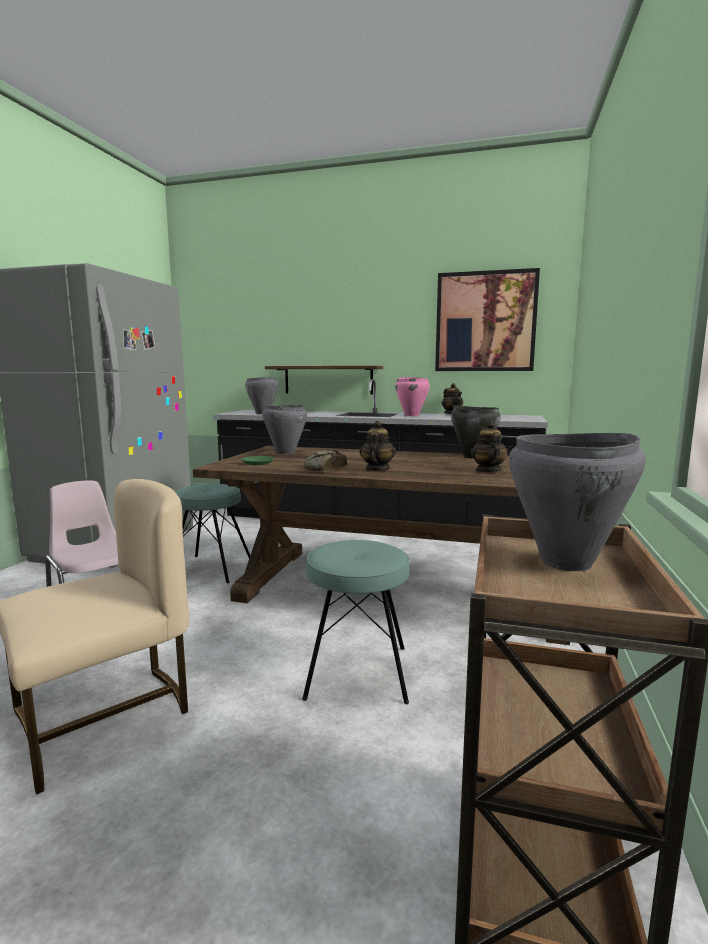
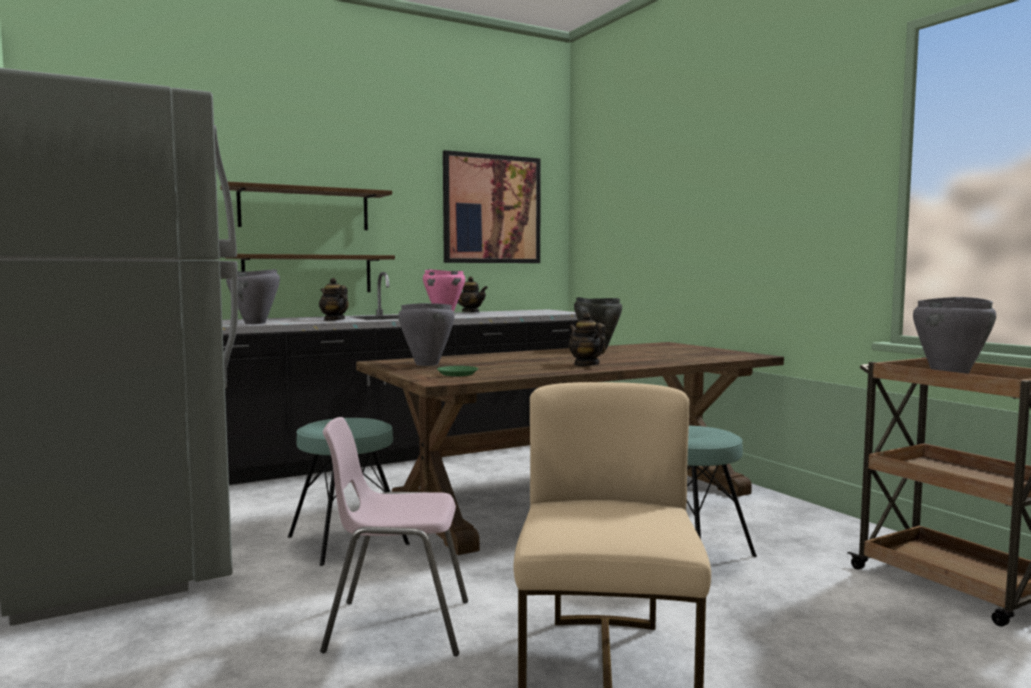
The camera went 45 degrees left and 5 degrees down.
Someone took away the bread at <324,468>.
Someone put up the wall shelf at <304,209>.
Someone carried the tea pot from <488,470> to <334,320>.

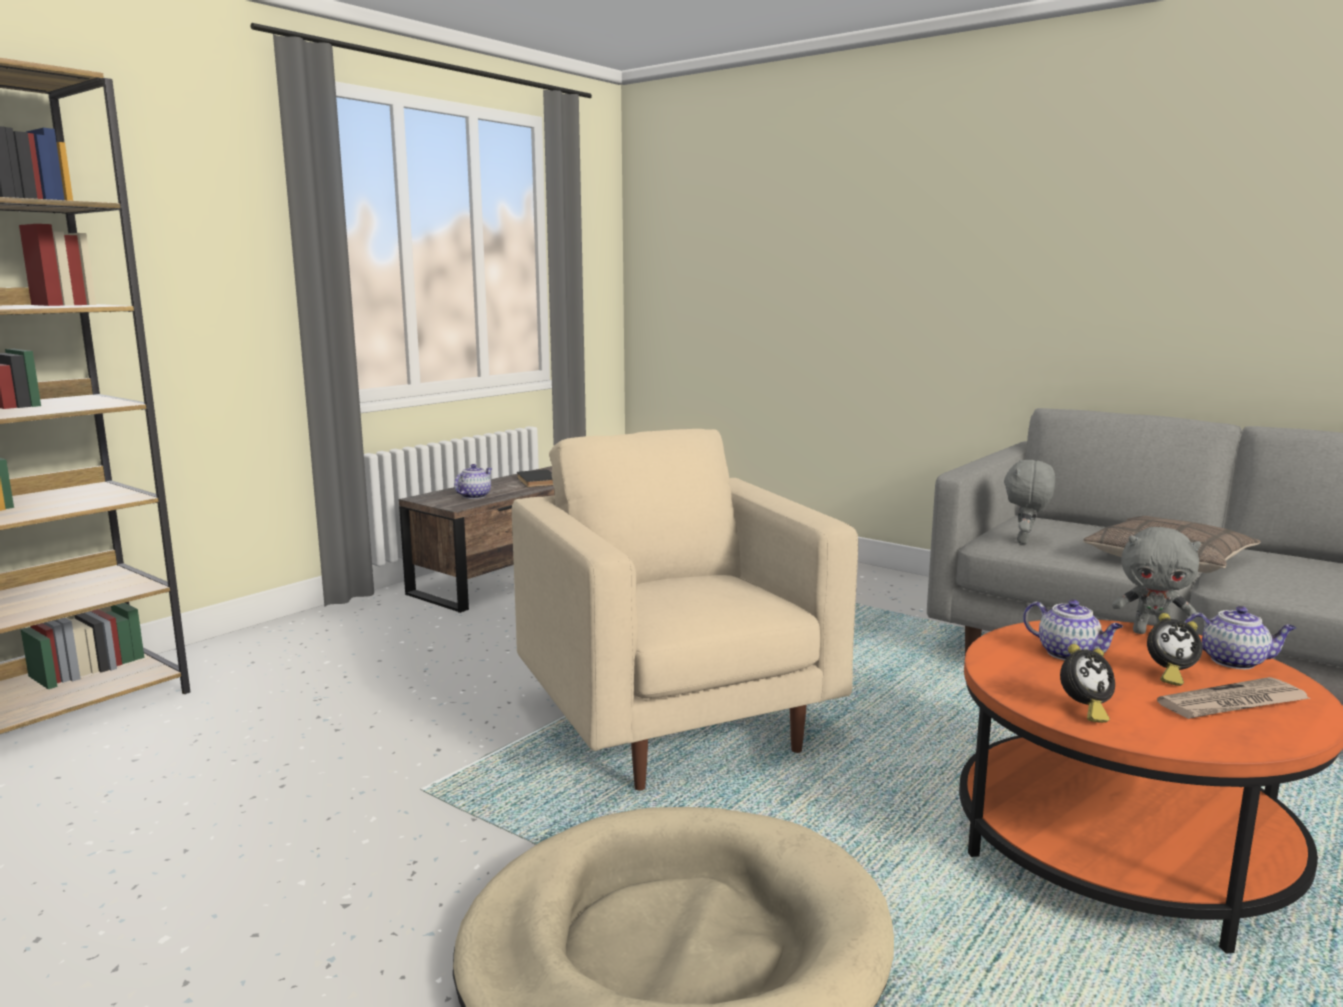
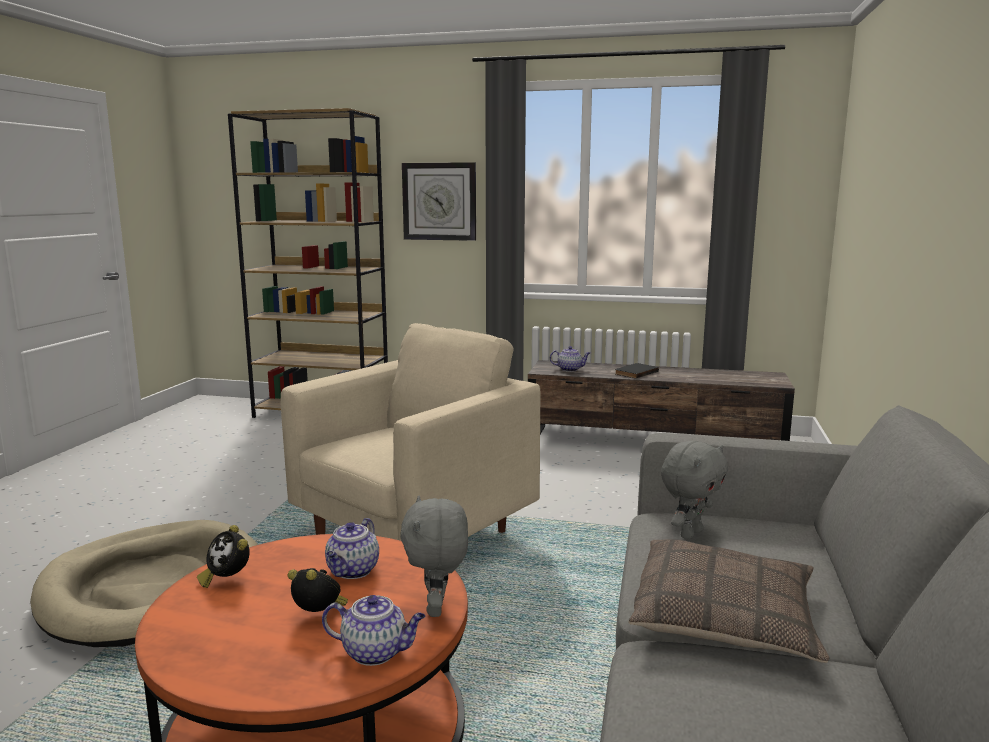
The camera went 65 degrees right and 0 degrees up.
Someone took away the daily paper at <1233,704>.
Someone put up the hanging clock at <439,201>.
Someone rotated the greyish cuddly toy at <1025,541> by 135 degrees clockwise.
Someone rotated the alarm clock at <1168,675> by 135 degrees clockwise.
Someone rotated the tea pot at <1234,661> by 75 degrees counterclockwise.

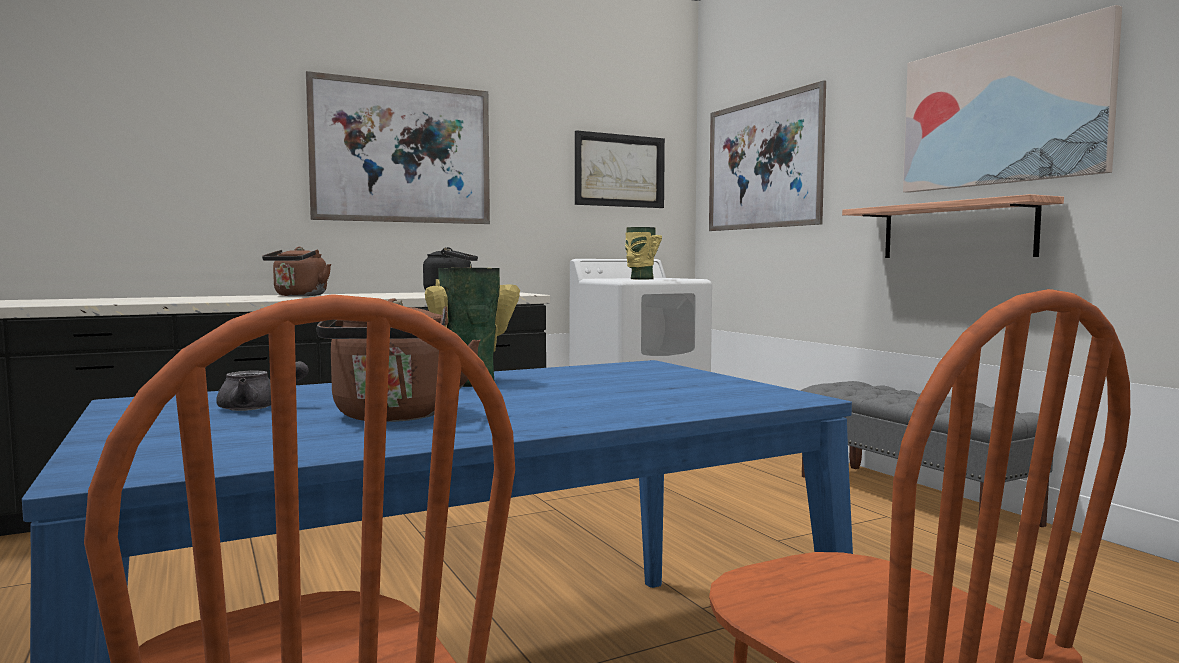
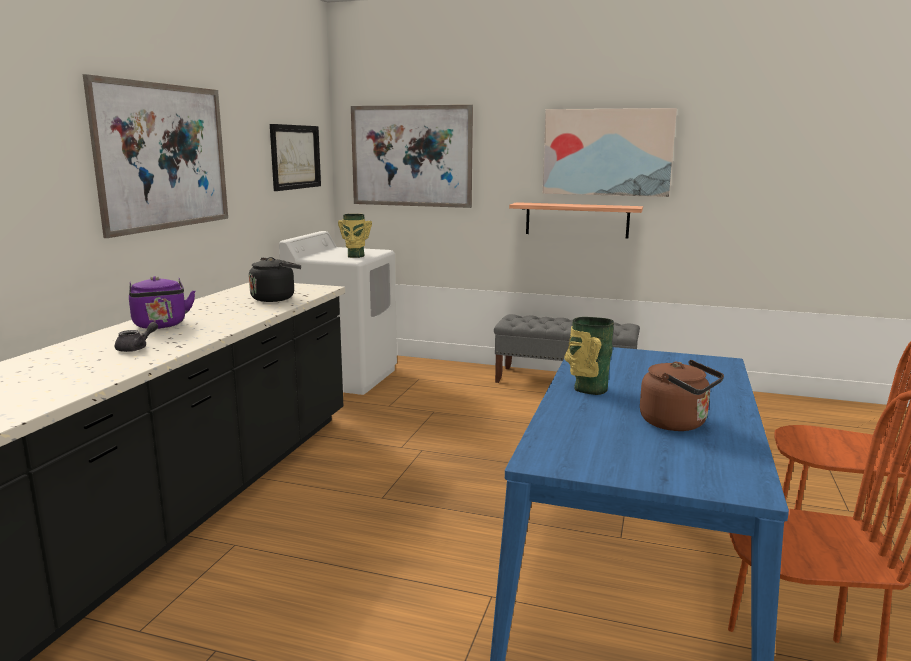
The camera went 45 degrees left and 10 degrees up.
Someone carried the greyish tea pot from <258,407> to <136,348>.
Someone repainted the brownish tea kettle at <299,296>, which became the purplish tea kettle at <161,325>.

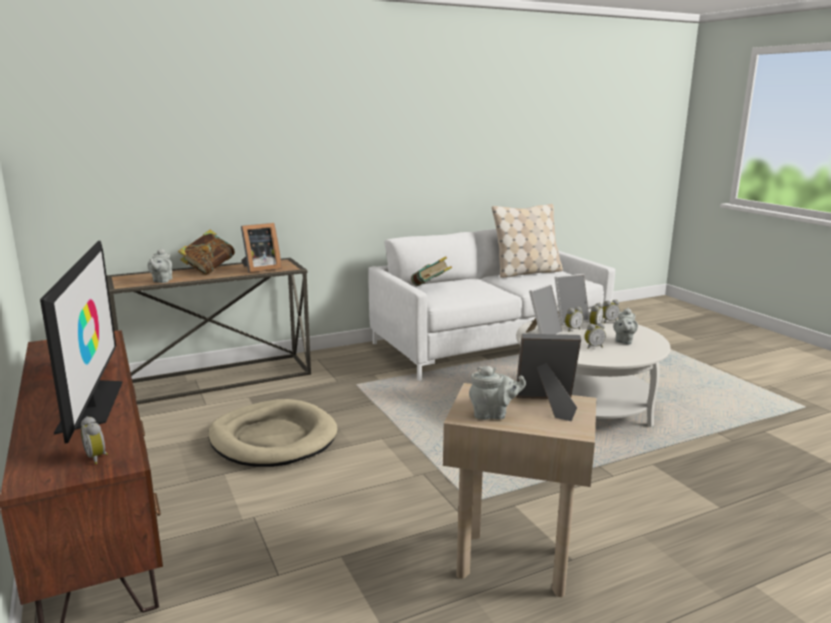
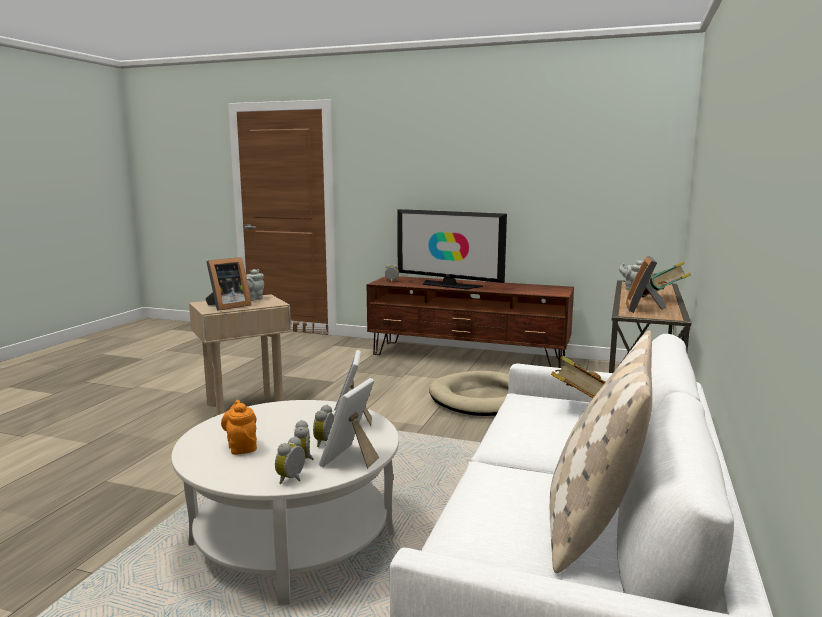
The camera went 135 degrees right and 5 degrees down.
Someone took away the alarm clock at <593,347>.
Someone repainted the greyish tea pot at <623,341>, which became the orange tea pot at <241,447>.

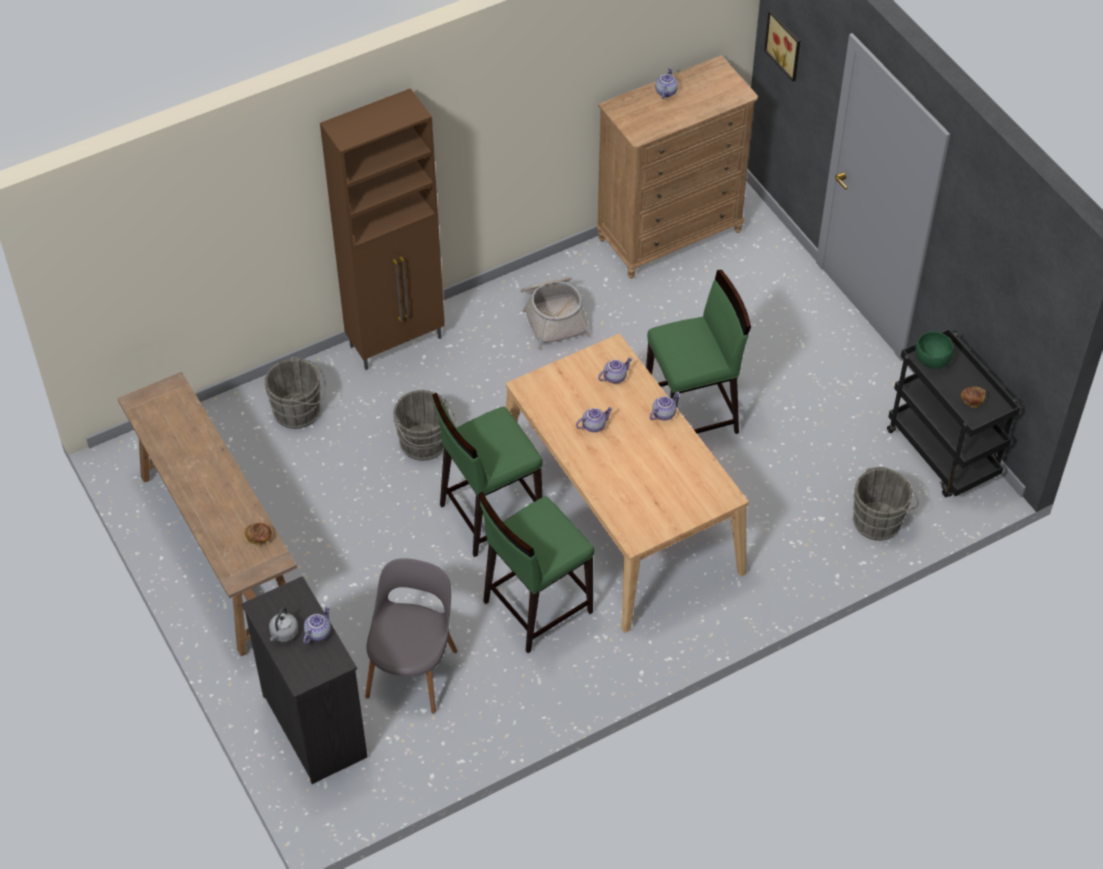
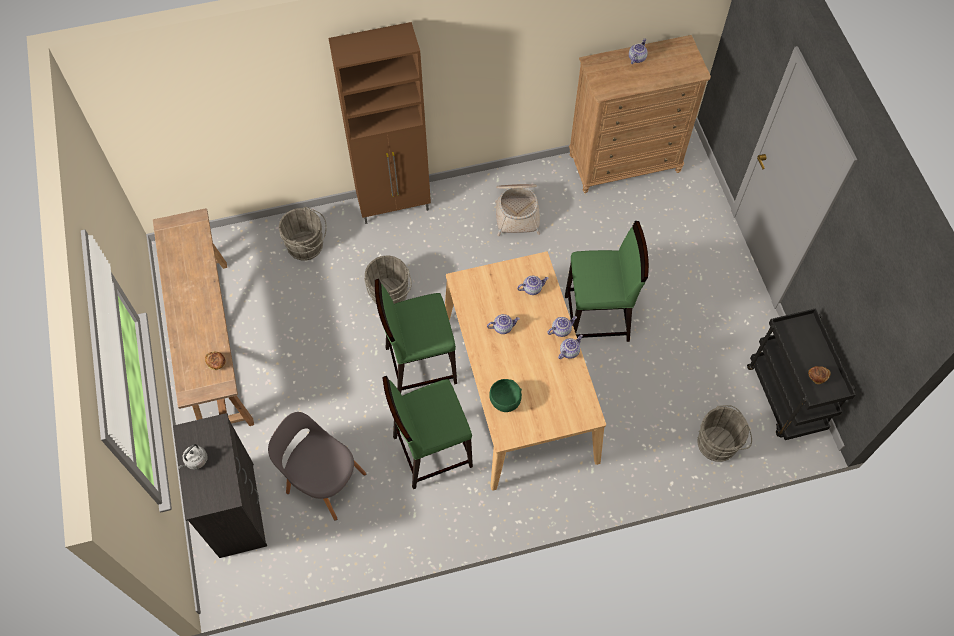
The camera went 15 degrees right and 10 degrees up.
Someone took away the wall art at <785,44>.
Someone carried the tea pot from <317,632> to <569,351>.
Someone carried the greenish serving bowl from <932,360> to <505,401>.
Someone rotated the greyish plain chair at <413,669> by 90 degrees counterclockwise.

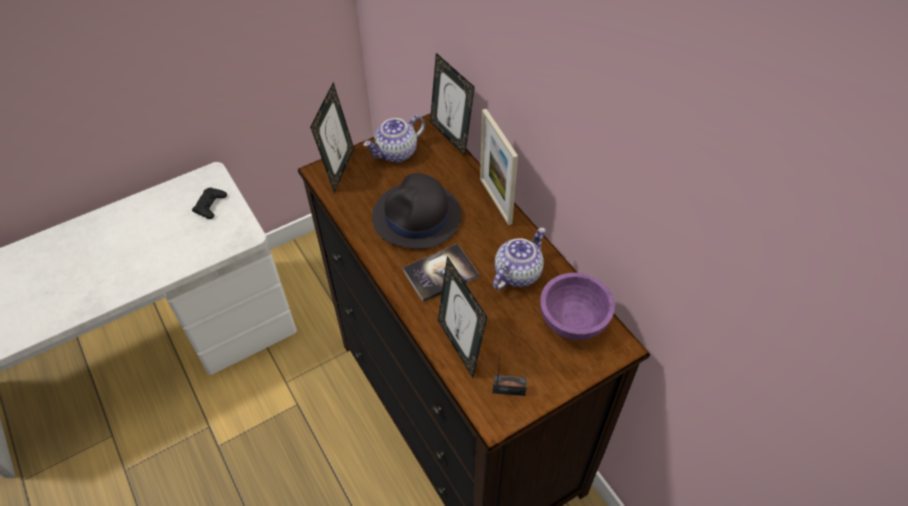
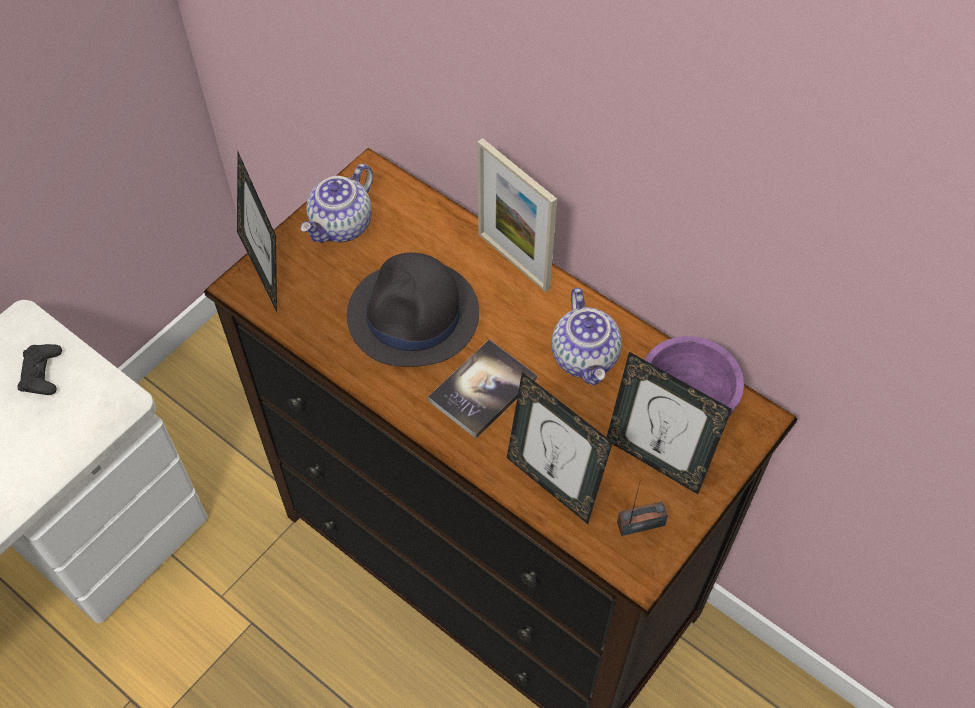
The camera went 20 degrees left and 5 degrees up.
Someone carried the standing frame from <451,136> to <655,460>.
Someone rotated the tea pot at <517,273> by 150 degrees clockwise.

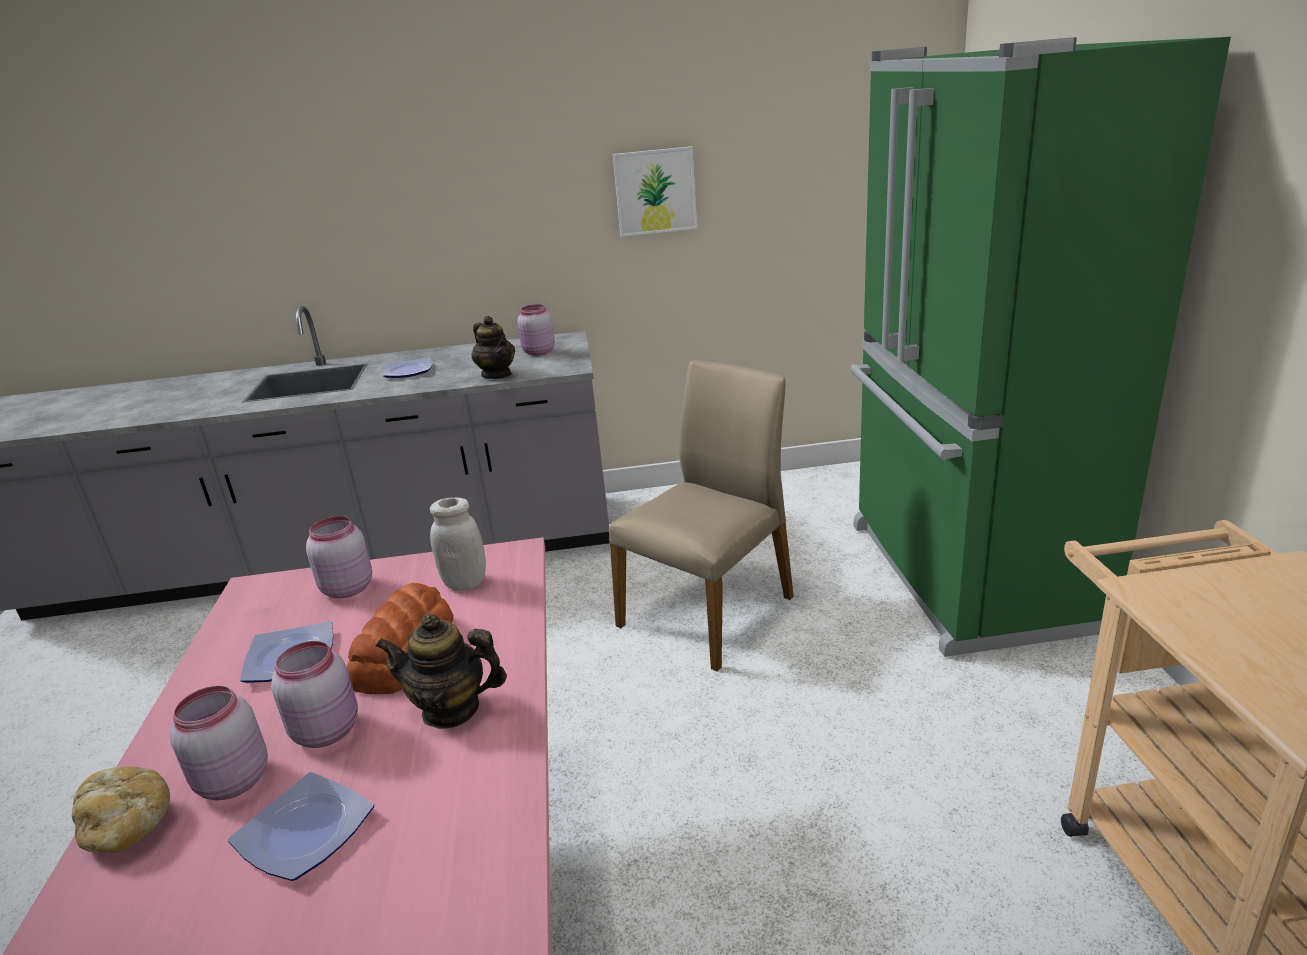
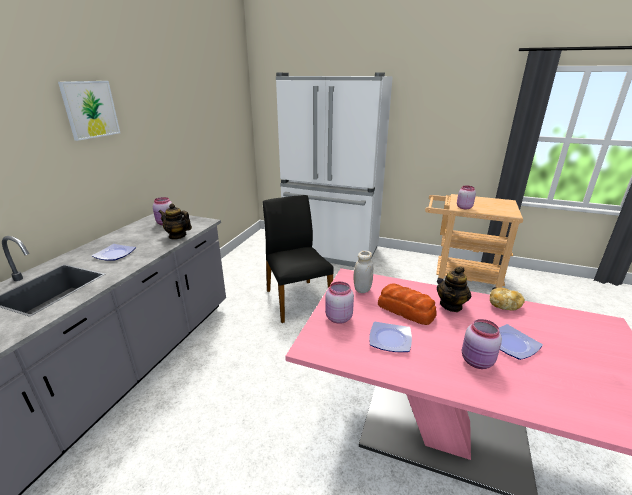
The camera went 65 degrees left and 0 degrees up.
Someone carried the bread from <128,827> to <504,305>.
Someone carried the pinkish preserve jar from <327,729> to <463,207>.
Someone carried the wall art from <655,191> to <90,109>.
Someone repainted the beige plain chair at <709,610>, which became the black plain chair at <297,299>.
Someone repainted the greenish refrigerator at <964,575>, which became the white refrigerator at <331,253>.
Someone rotated the tea pot at <497,375> by 150 degrees counterclockwise.

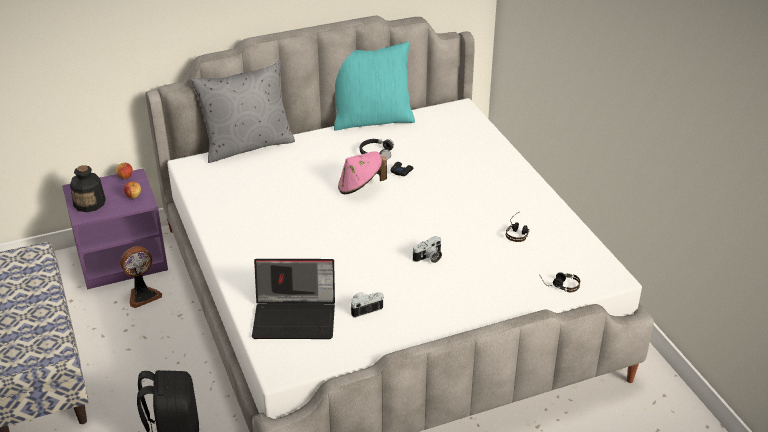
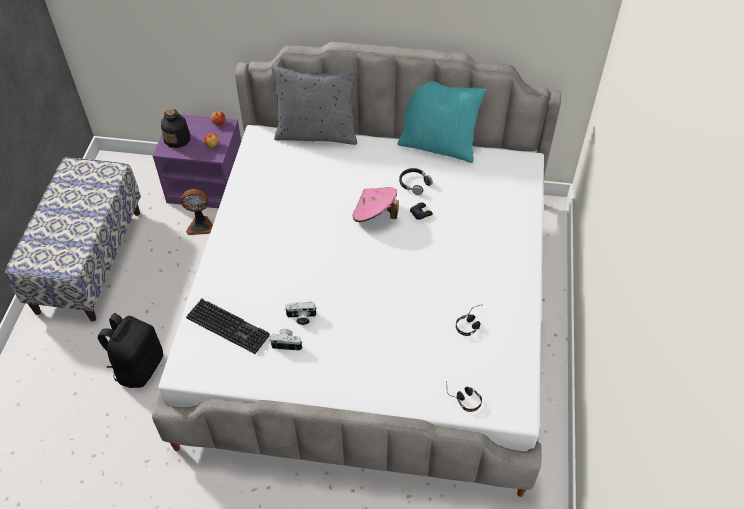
The camera went 30 degrees right and 15 degrees up.
Someone carried the photo camera from <429,258> to <301,317>.
Someone swapped the laptop at <296,317> for the PC keyboard at <230,326>.

